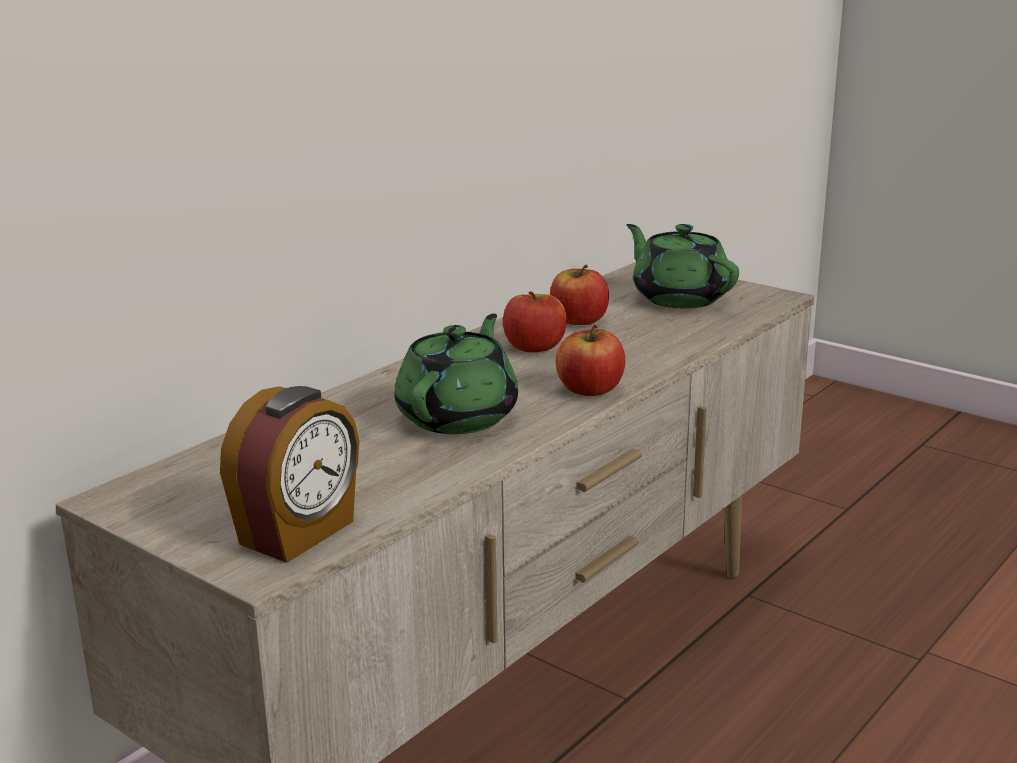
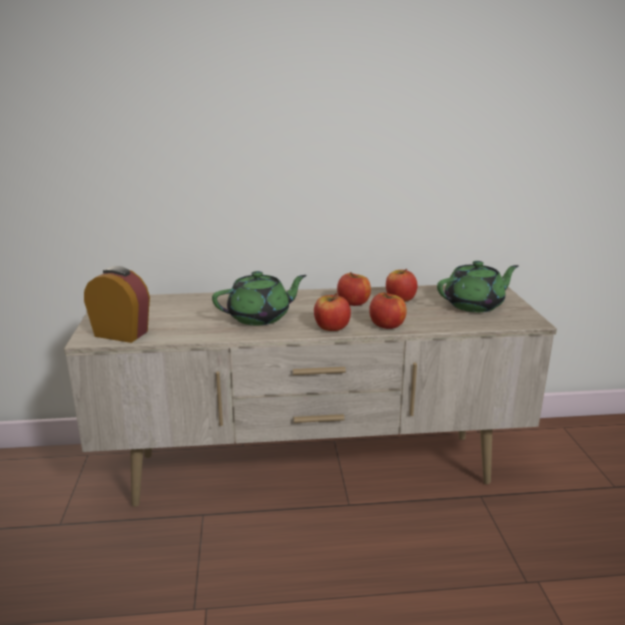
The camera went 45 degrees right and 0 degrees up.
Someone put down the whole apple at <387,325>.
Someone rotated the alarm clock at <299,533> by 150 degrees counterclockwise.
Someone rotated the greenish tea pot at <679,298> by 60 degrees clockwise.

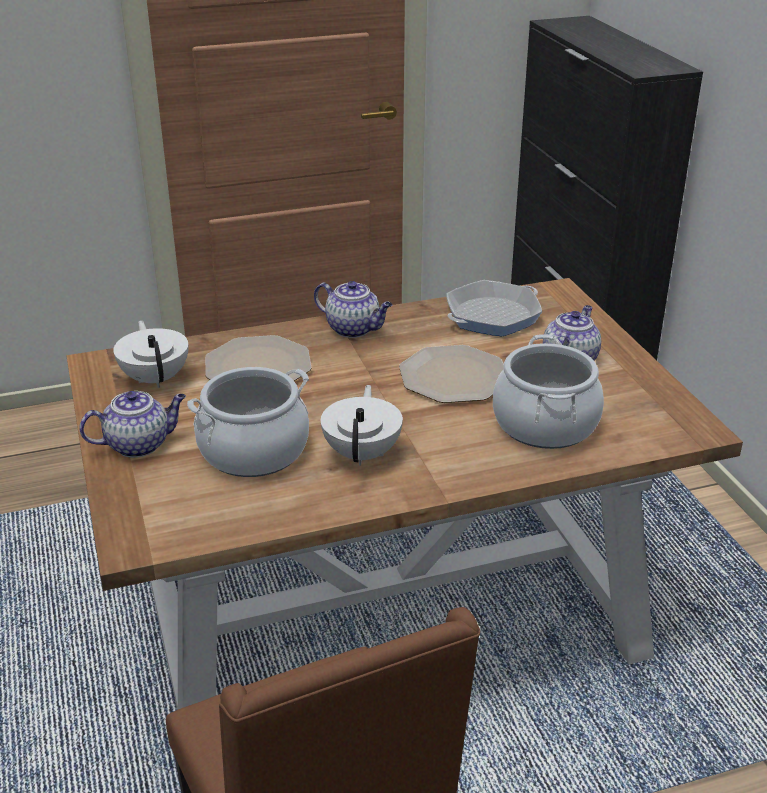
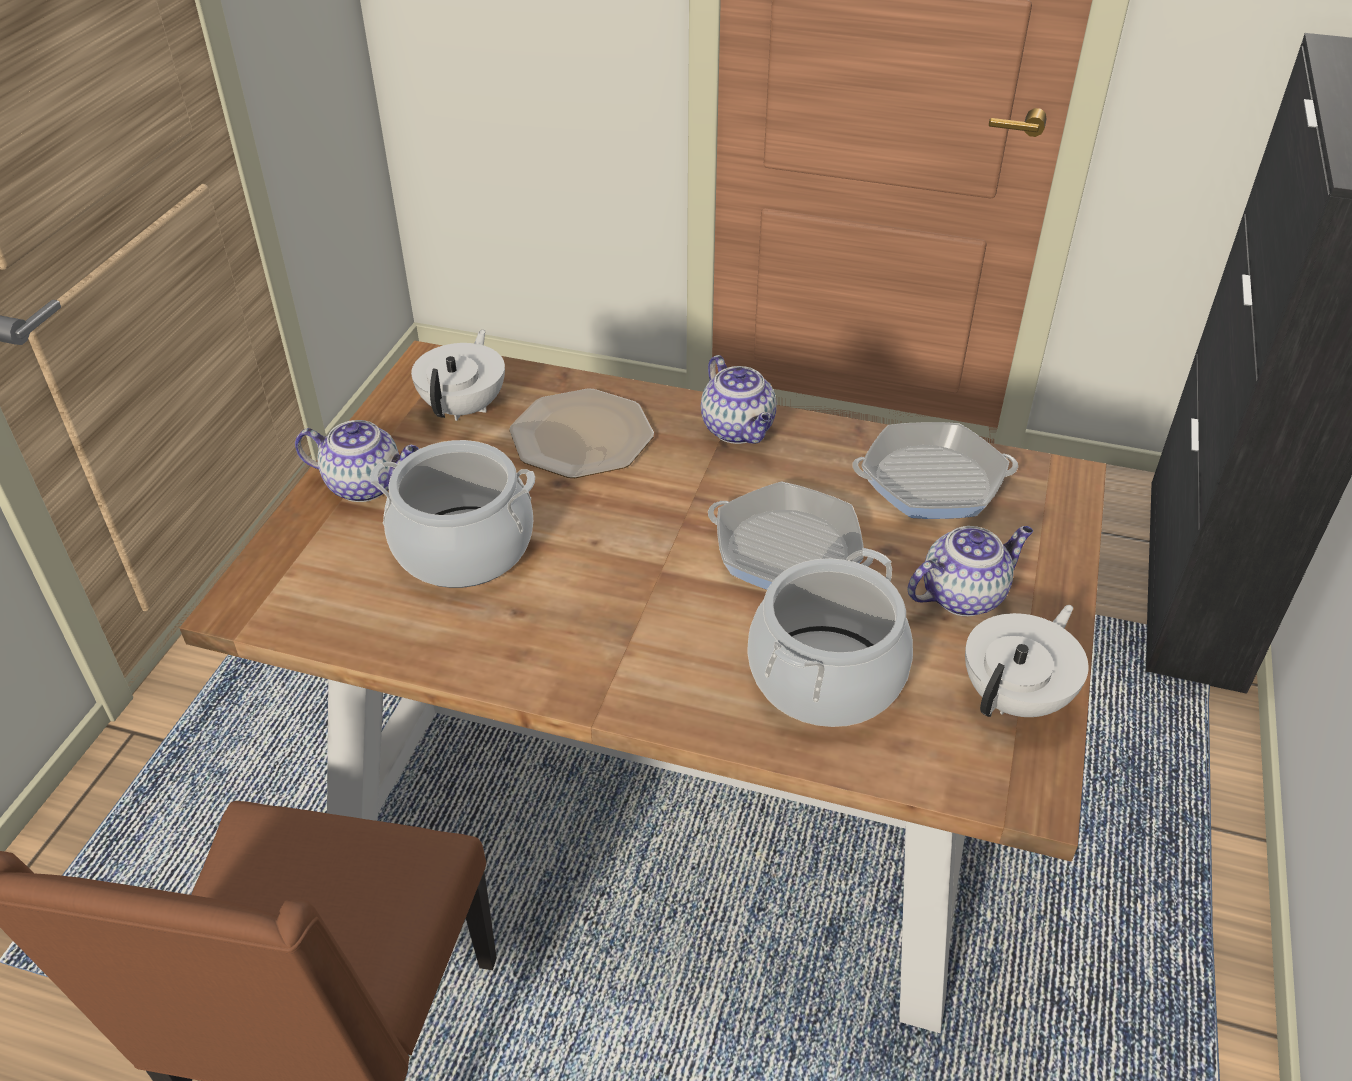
The camera went 35 degrees right and 10 degrees up.
Someone carried the white tea pot from <363,453> to <1017,697>.
Someone swapped the flat dish at <454,376> for the pan at <787,550>.

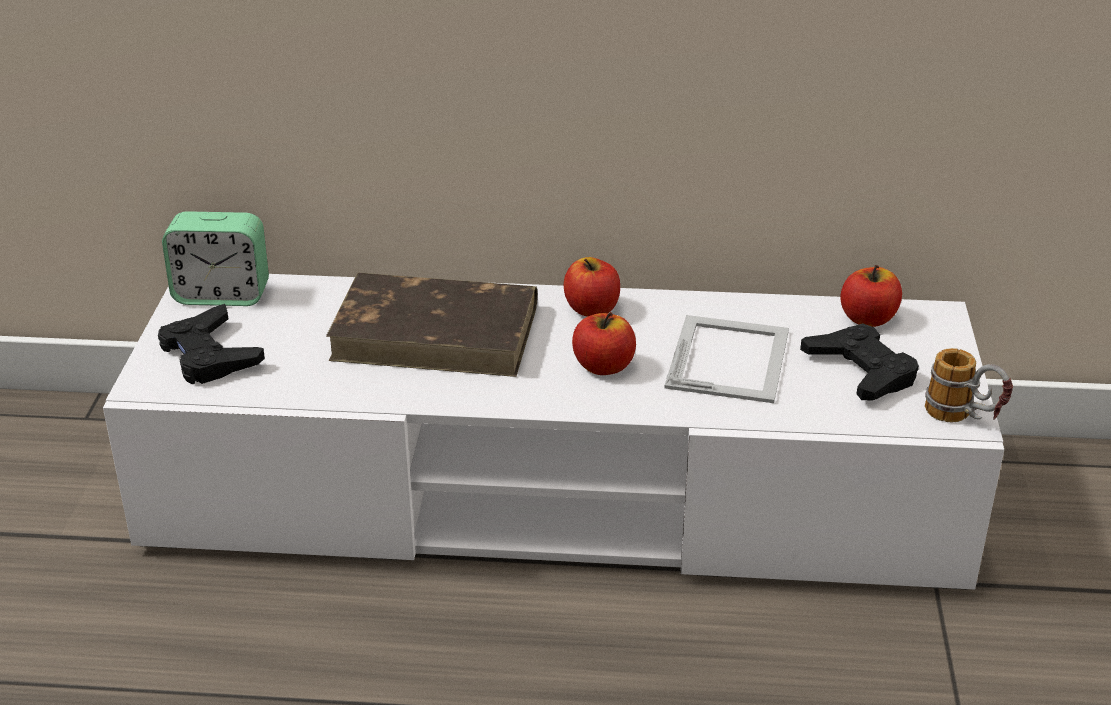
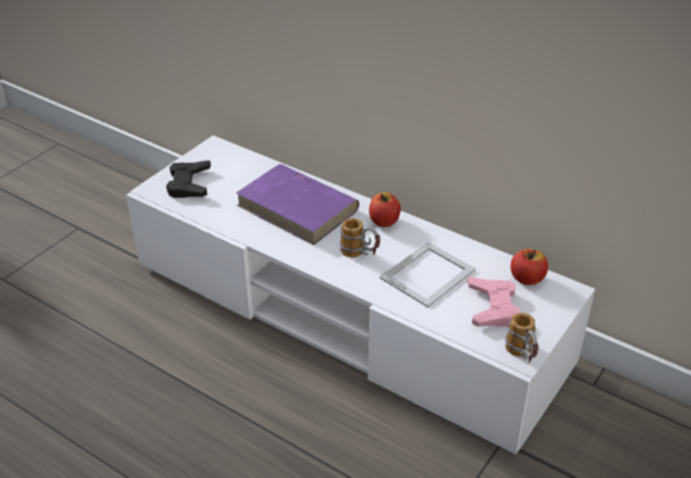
The camera went 30 degrees right and 5 degrees up.
Someone took away the alarm clock at <221,295>.
Someone swapped the whole apple at <603,366> for the tea mug at <360,255>.
Someone repainted the brownish volume at <438,332>, which became the purplish volume at <298,208>.
Someone repainted the black joypad at <861,371>, which became the pinkish joypad at <492,307>.

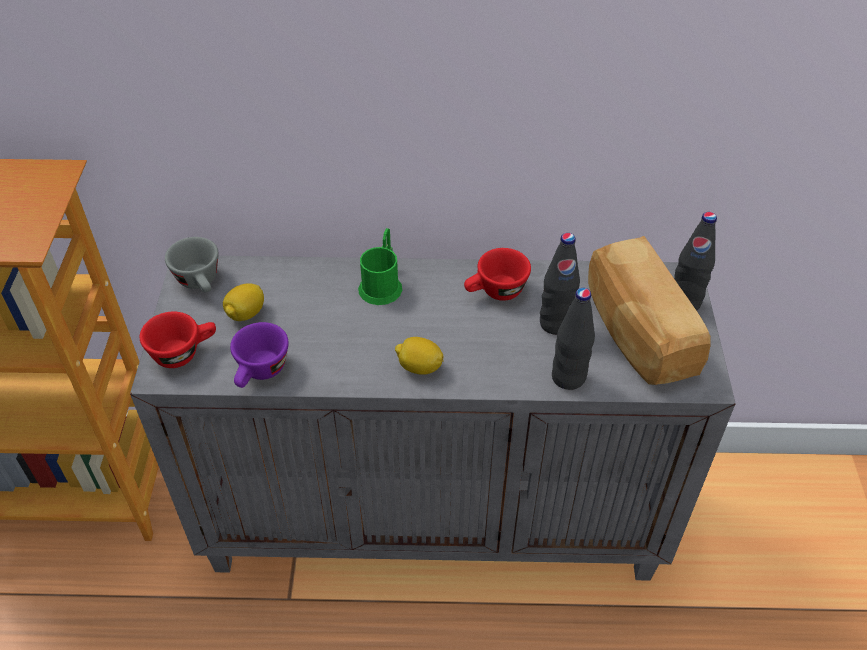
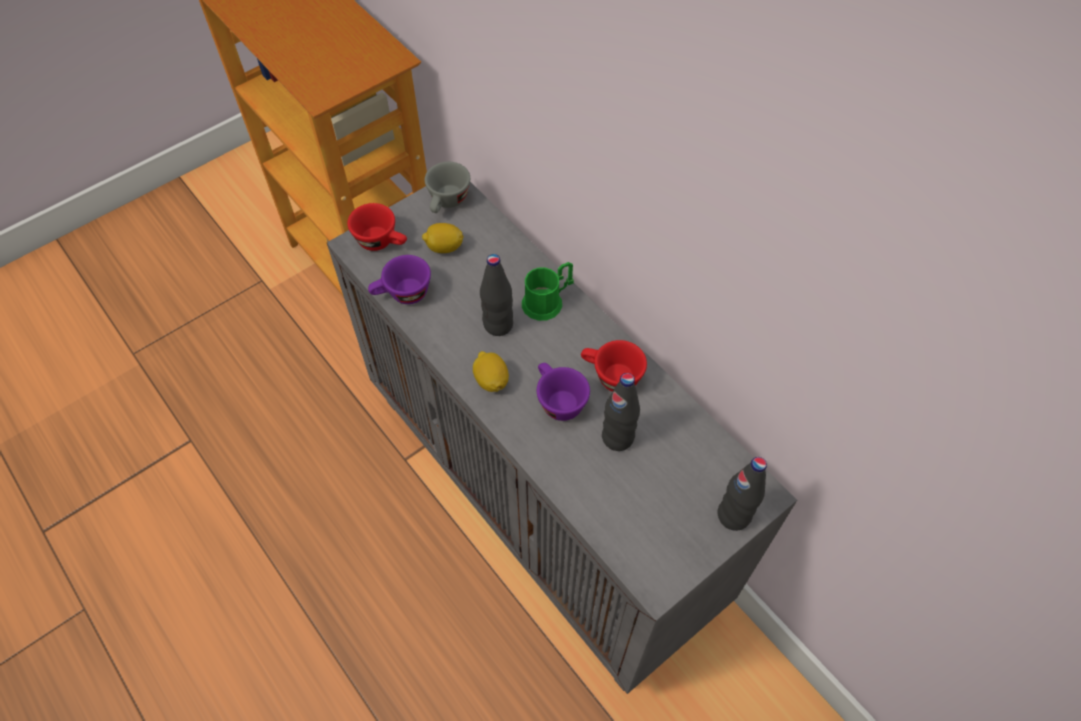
The camera went 50 degrees right and 10 degrees up.
Someone took away the bread at <637,332>.
Someone put down the purplish cup at <557,400>.
Someone carried the black drink bottle from <568,377> to <498,325>.

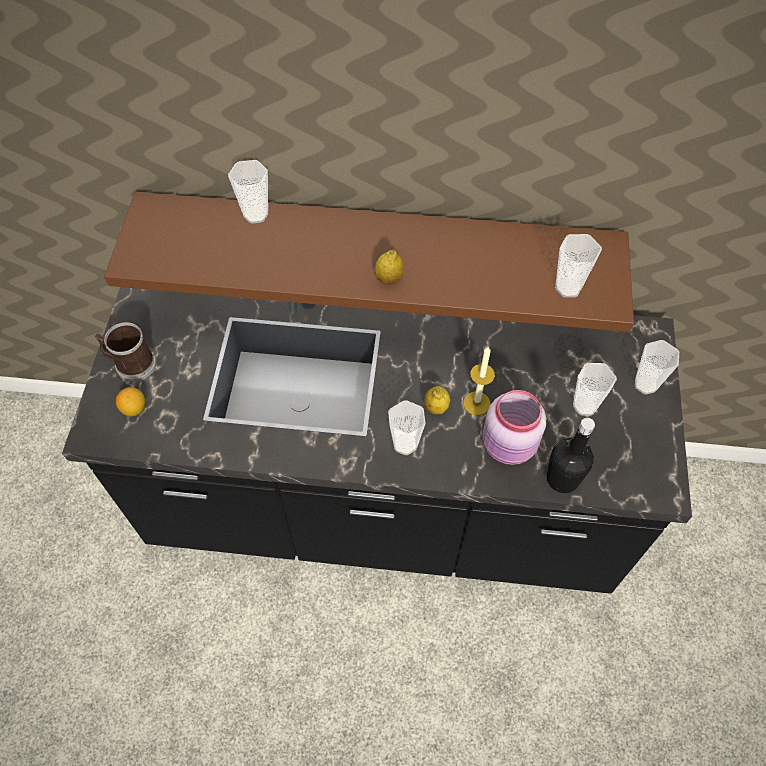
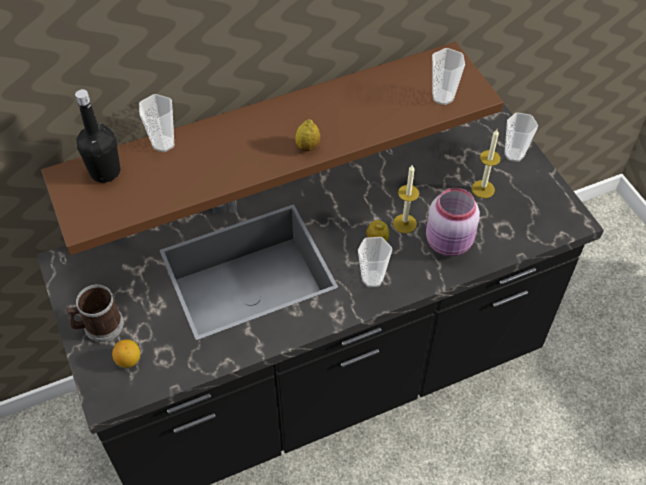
The camera went 30 degrees left and 5 degrees down.
Someone carried the black drink bottle from <562,478> to <105,172>.
Someone swapped the cup at <584,406> for the wax light at <483,189>.

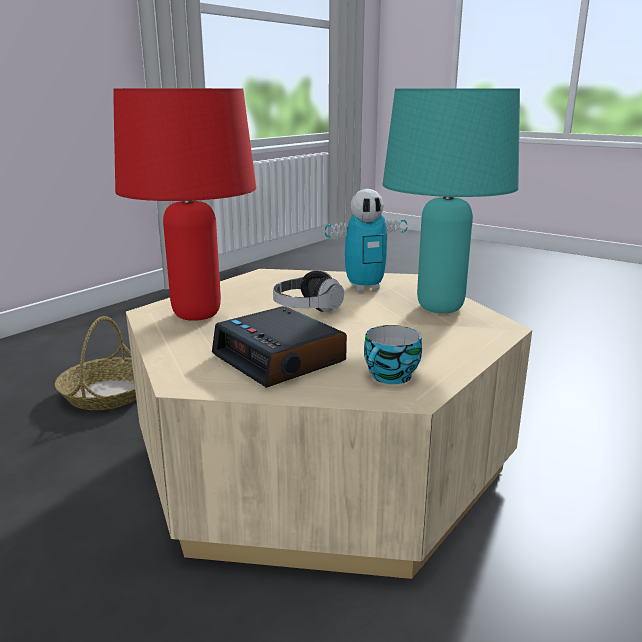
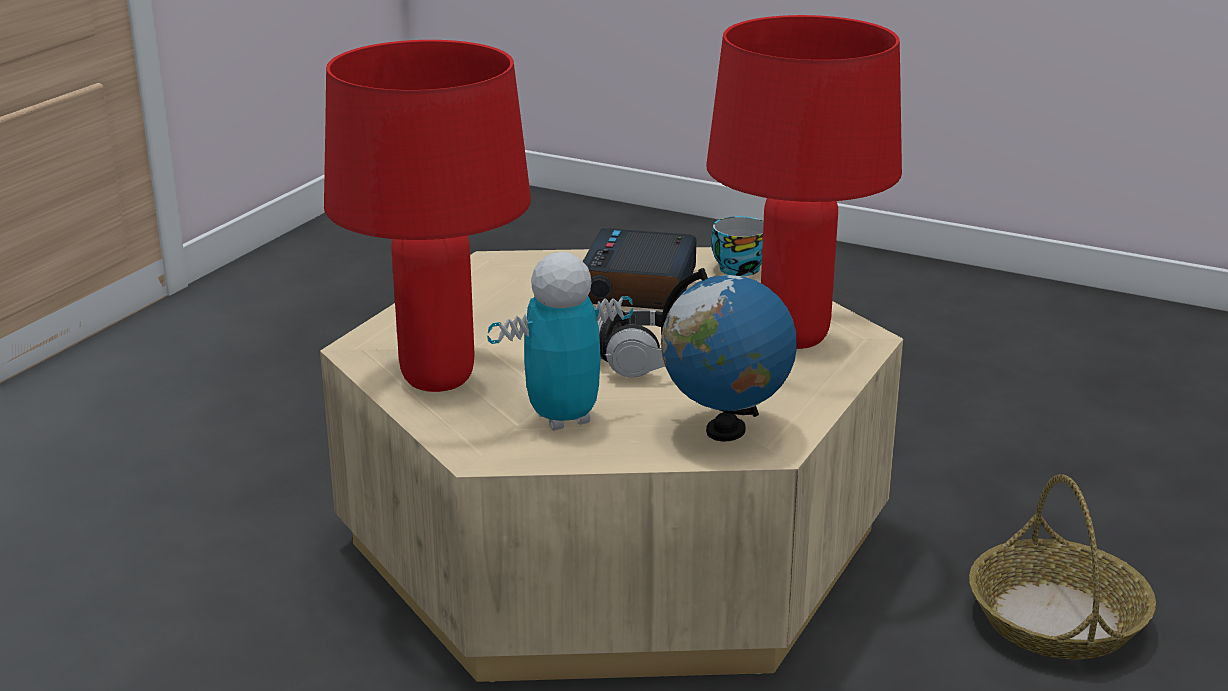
The camera went 170 degrees right and 5 degrees up.
Someone put down the desk globe at <725,431>.
Someone carried the cup from <391,377> to <739,267>.
Someone repainted the turquoise table lamp at <441,307>, which became the red-coloured table lamp at <436,380>.
Someone rotated the alarm clock at <280,358> by 120 degrees counterclockwise.

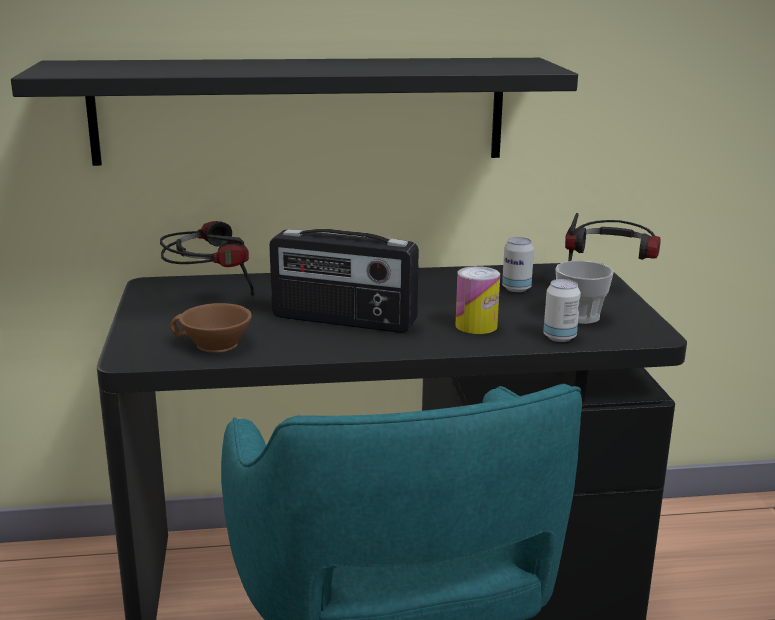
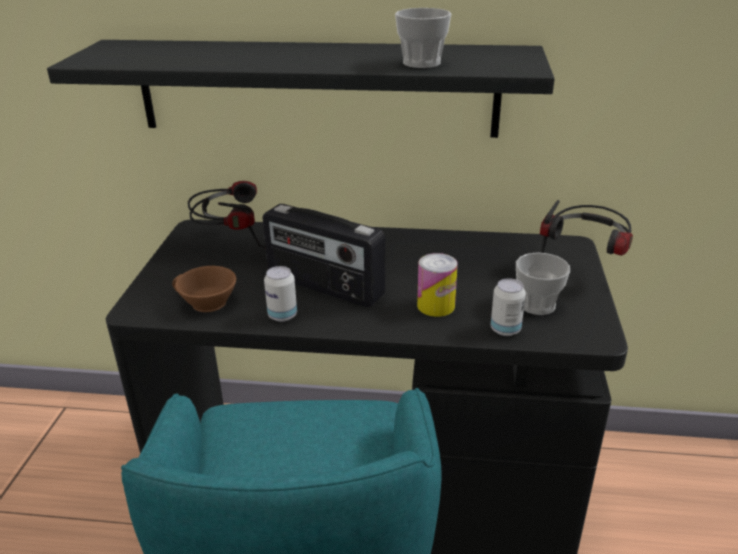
The camera went 15 degrees right and 10 degrees up.
Someone put down the cup at <421,63>.
Someone carried the can from <516,288> to <282,315>.

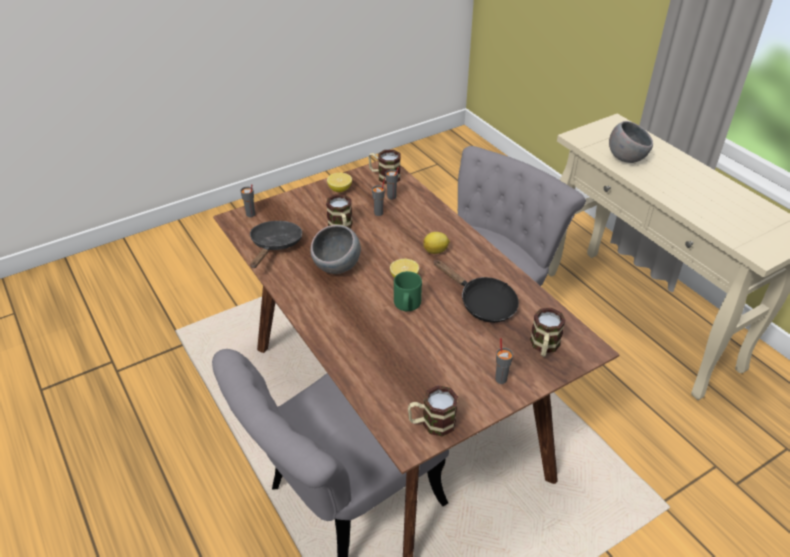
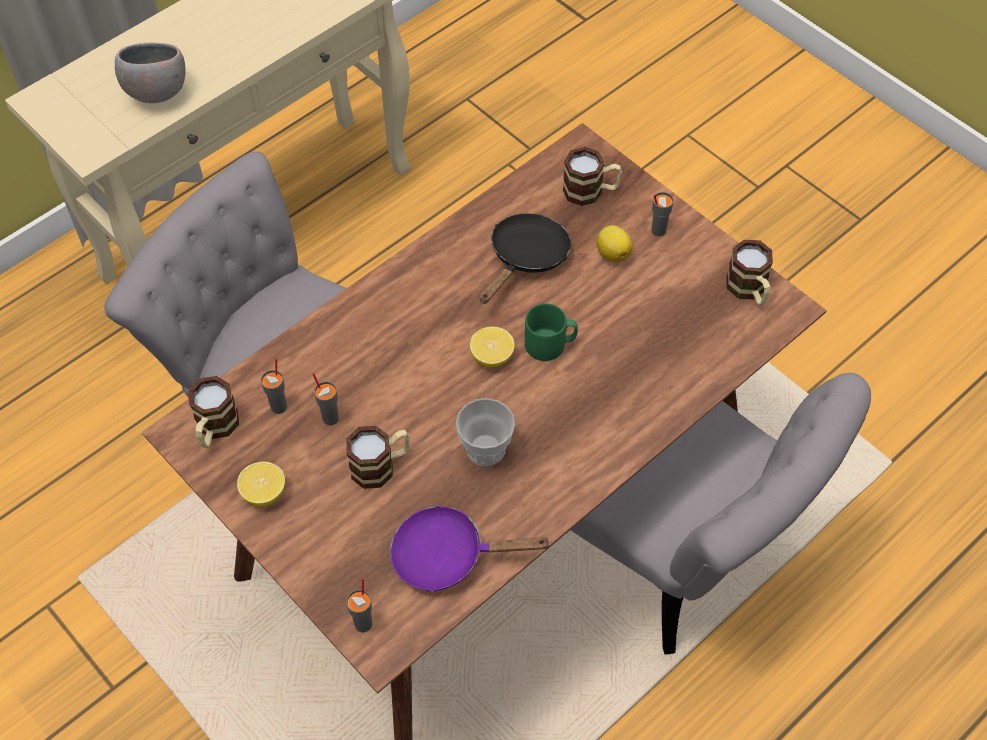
The camera went 100 degrees left and 15 degrees up.
Someone carried the citrus fruit from <436,251> to <612,253>.
Someone swapped the greyish serving bowl at <337,267> for the cup at <485,449>.
Someone repainted the black pan at <275,245>, which became the purplish pan at <448,555>.

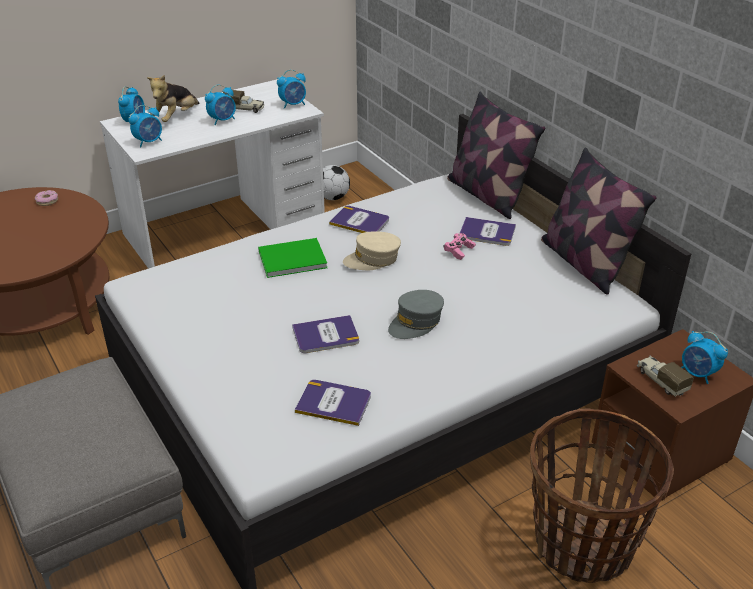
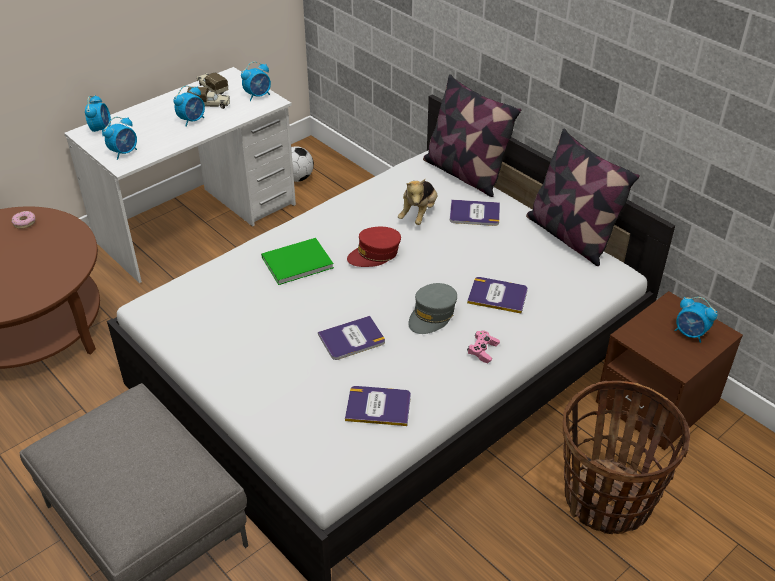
The camera went 10 degrees left and 5 degrees up.
Someone carried the cuddly toy from <176,117> to <419,214>.
Someone carried the volume from <360,221> to <497,295>.
Someone carried the pinkish joypad from <459,251> to <483,351>.
Someone carried the model truck from <661,381> to <212,88>.
Someone repainted the beige baseball cap at <372,259>, which became the red-coloured baseball cap at <374,254>.

